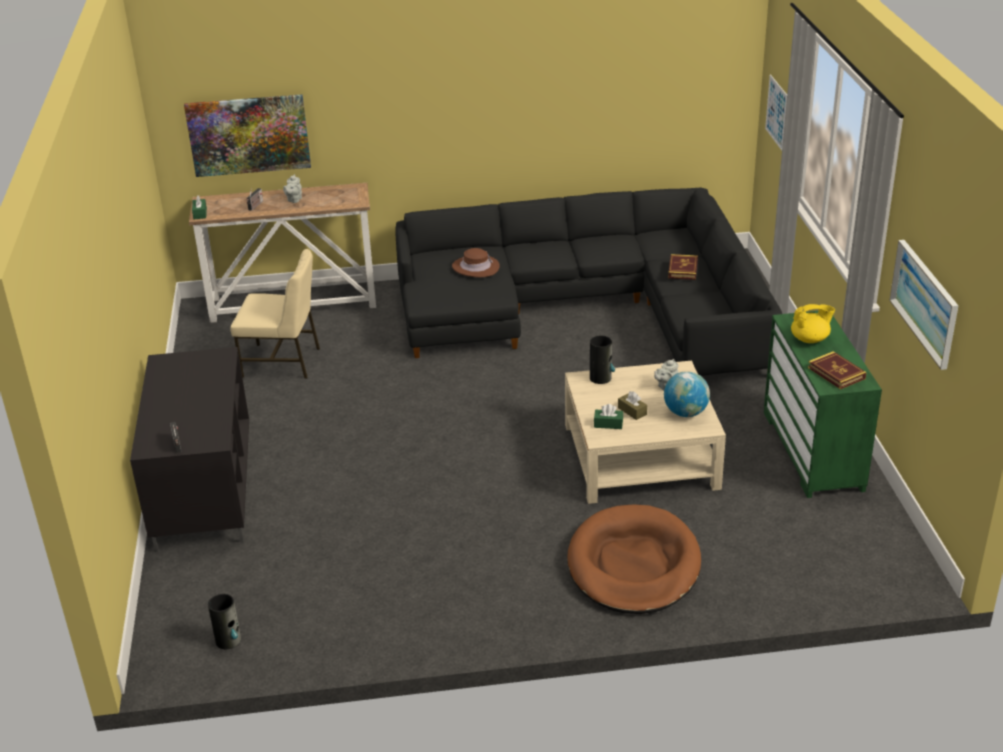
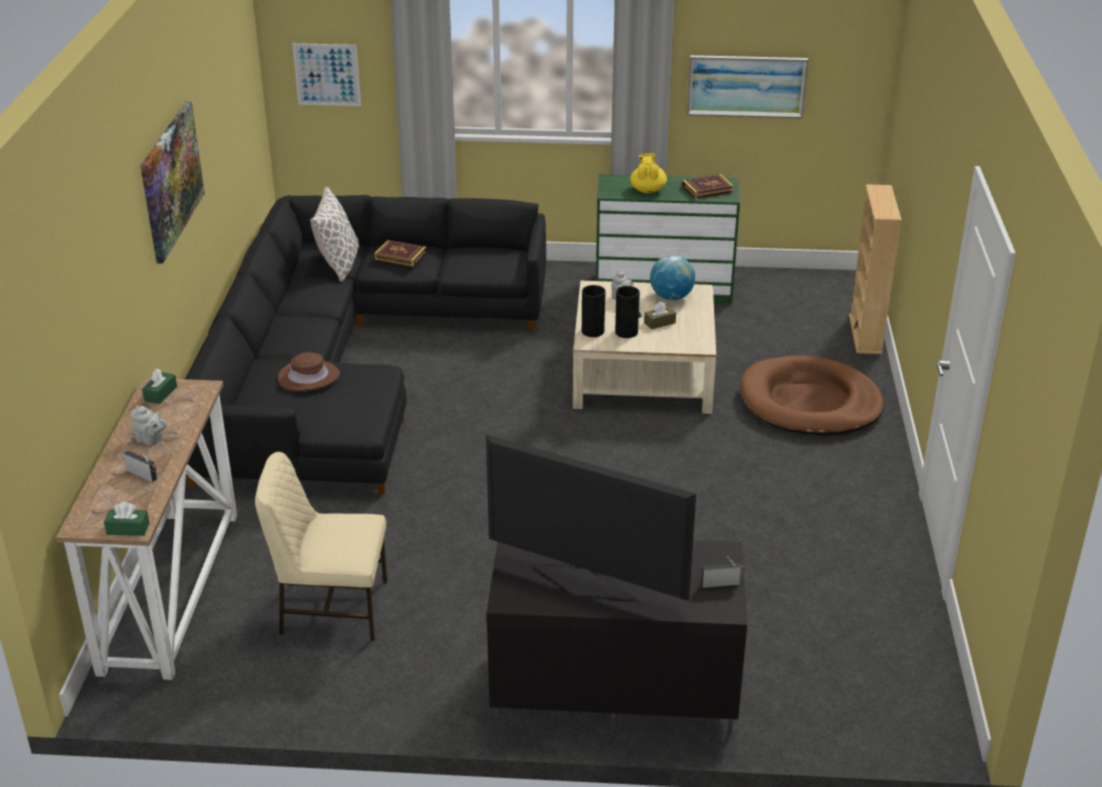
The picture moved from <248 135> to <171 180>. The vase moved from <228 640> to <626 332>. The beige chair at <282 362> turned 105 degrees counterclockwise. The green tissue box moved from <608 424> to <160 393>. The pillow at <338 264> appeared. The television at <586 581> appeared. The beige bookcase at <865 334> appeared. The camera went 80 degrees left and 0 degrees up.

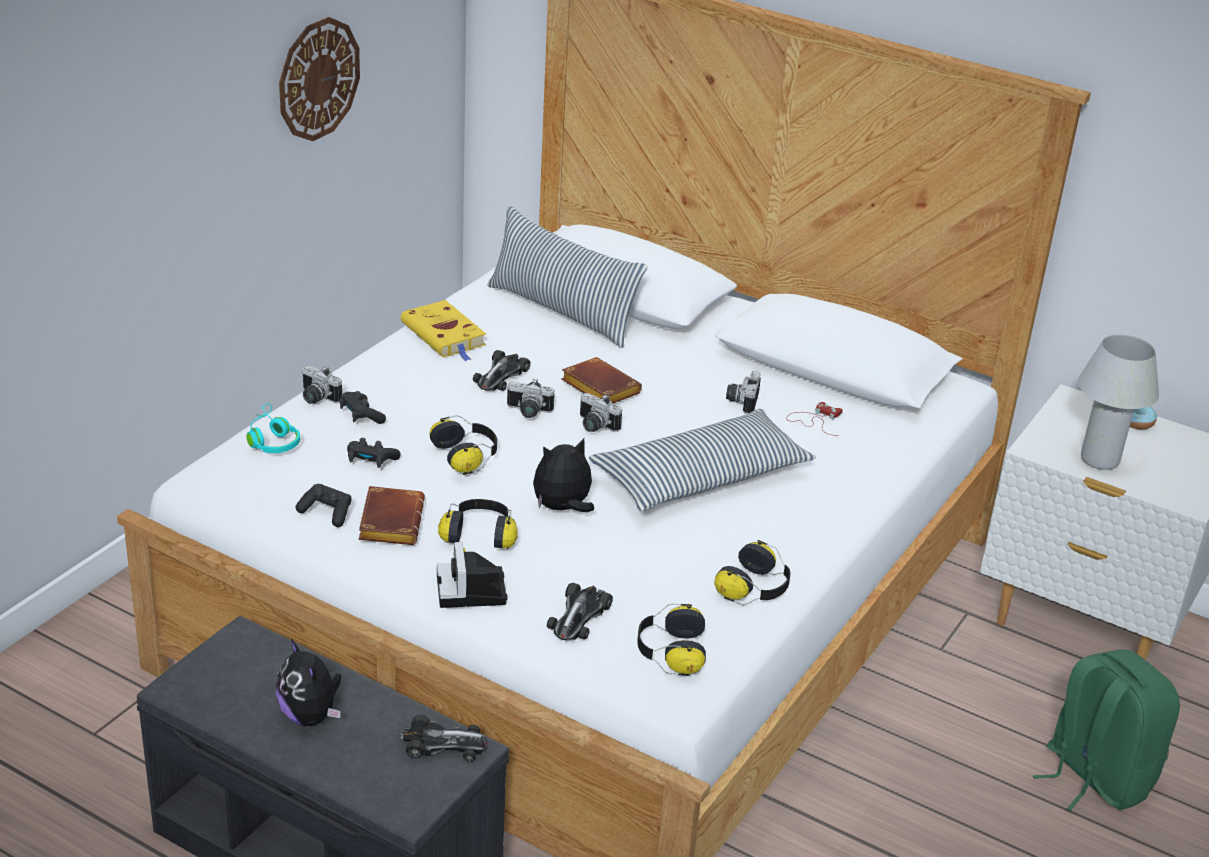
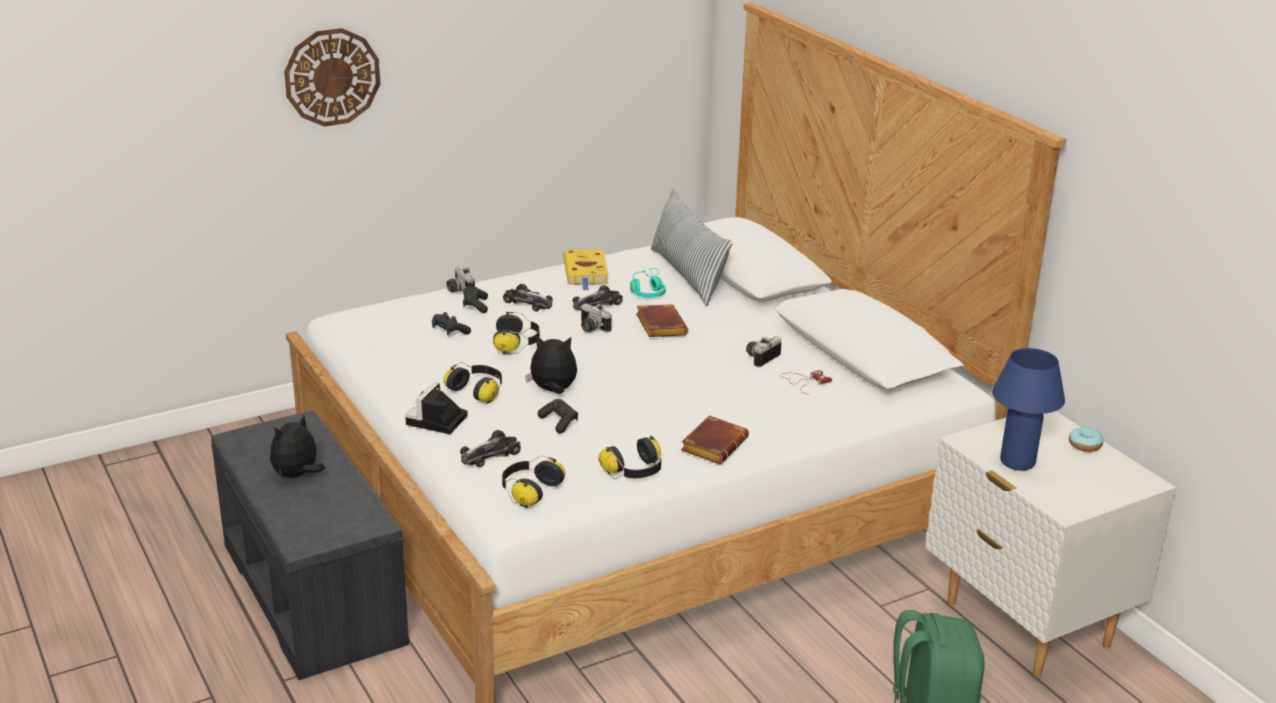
The turquoise headphones moved from <272 440> to <648 291>. The plush toy at <310 716> turned 45 degrees clockwise. The wall clock moved from <318 79> to <332 77>. The black game controller moved from <326 513> to <559 422>. The brown book moved from <389 521> to <713 444>. The toy car moved from <443 745> to <528 302>. The photo camera at <594 426> disappeared. The pillow at <701 478> disappeared. The white table lamp at <1099 460> became the blue table lamp at <1017 462>. The camera went 30 degrees right and 5 degrees down.

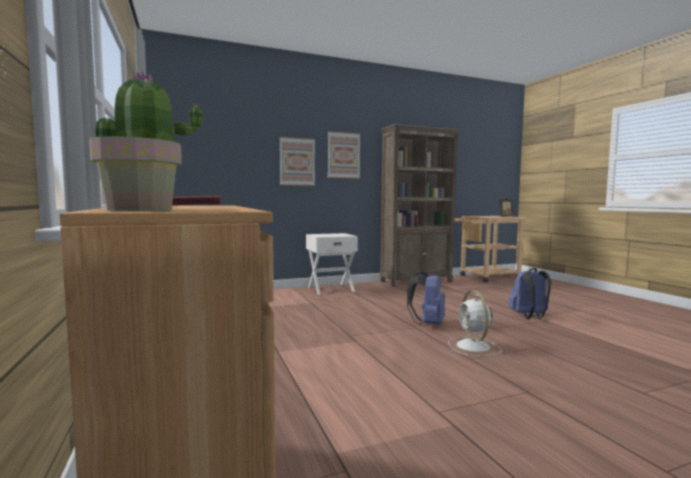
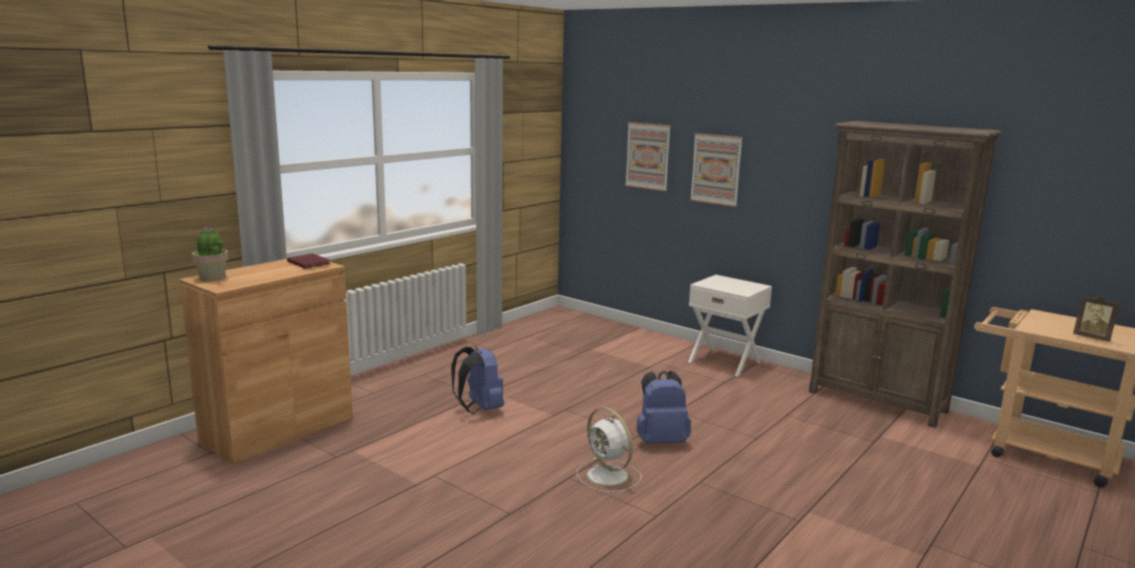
The picture moved from <343 155> to <648 156>. The white fan at <474 347> turned 90 degrees counterclockwise. The blue backpack moved from <529 317> to <479 409>. The camera went 60 degrees right and 10 degrees up.

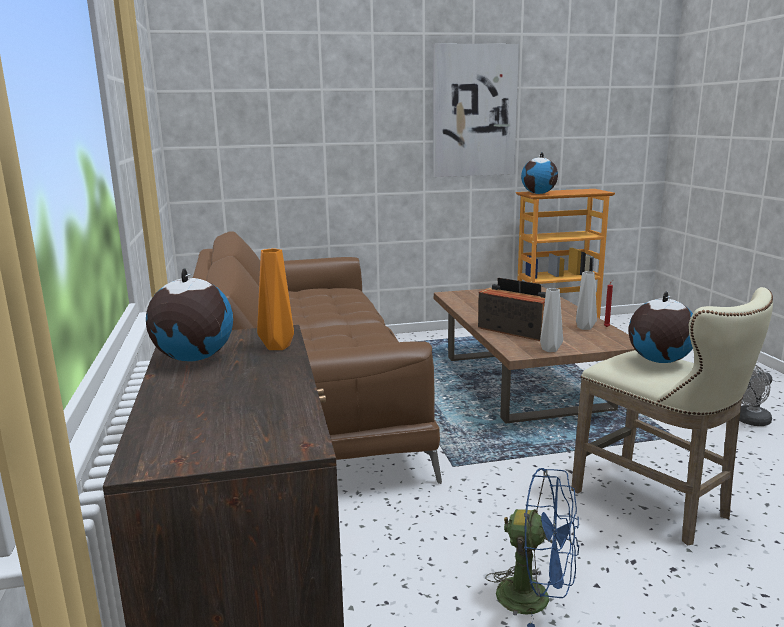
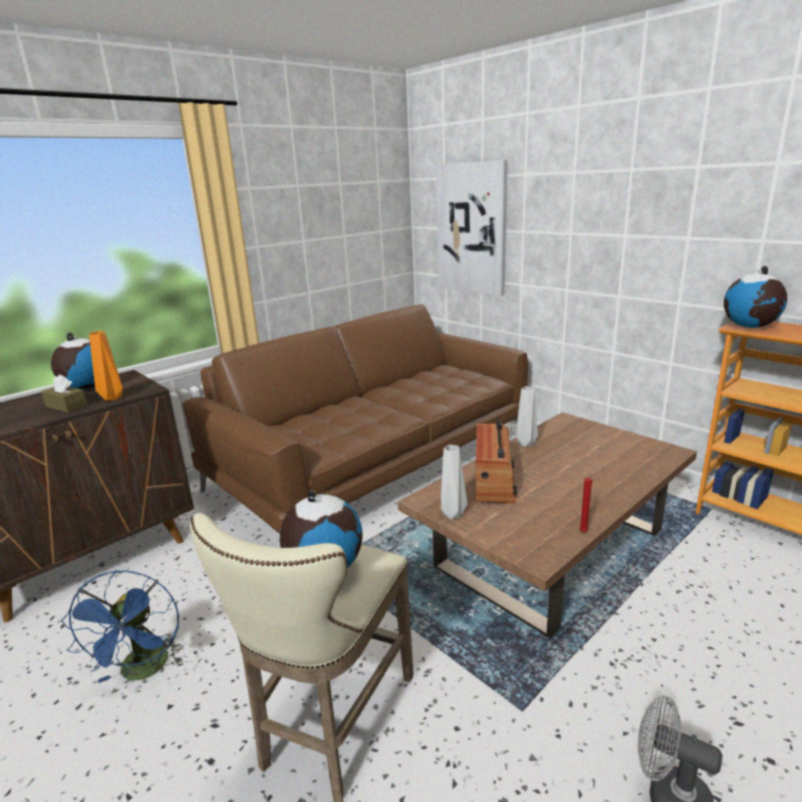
The picture moved from <474 111> to <472 229>. The grey vase moved from <585 327> to <526 444>. The brown tissue box at <66 406> appeared. The camera went 60 degrees right and 5 degrees up.

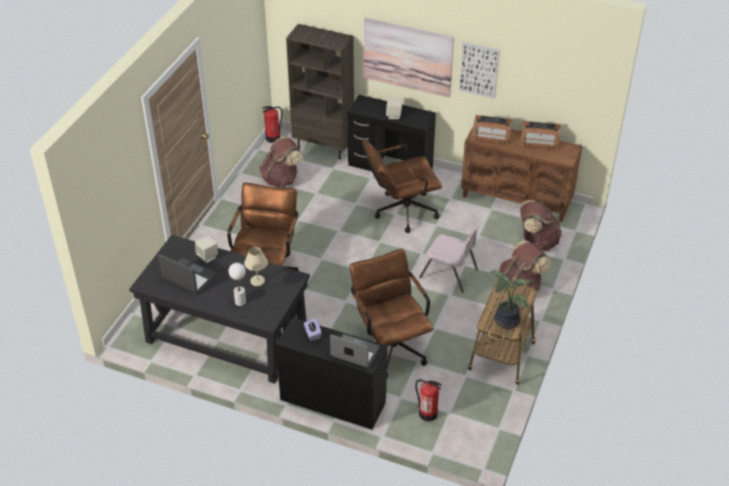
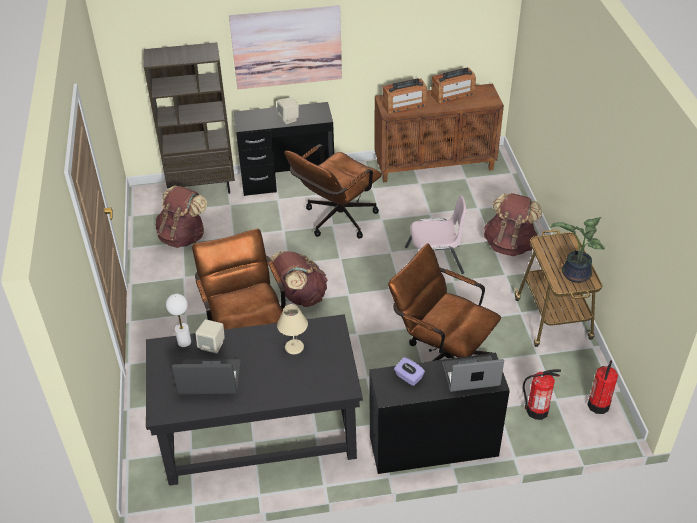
The white table lamp moved from <240 302> to <184 342>. The fire extinguisher moved from <273 138> to <599 405>. The picture at <479 70> disappeared. The brown backpack moved from <537 242> to <300 296>. The camera went 30 degrees left and 0 degrees up.

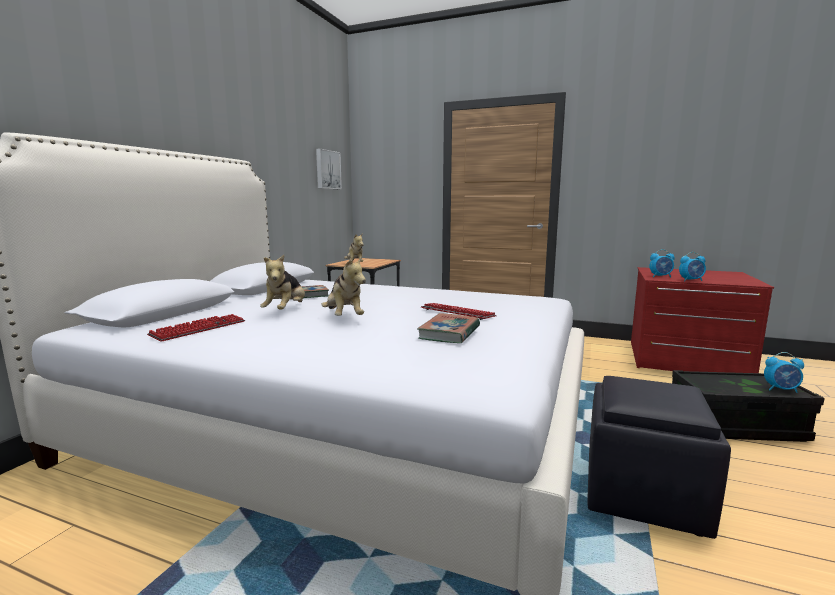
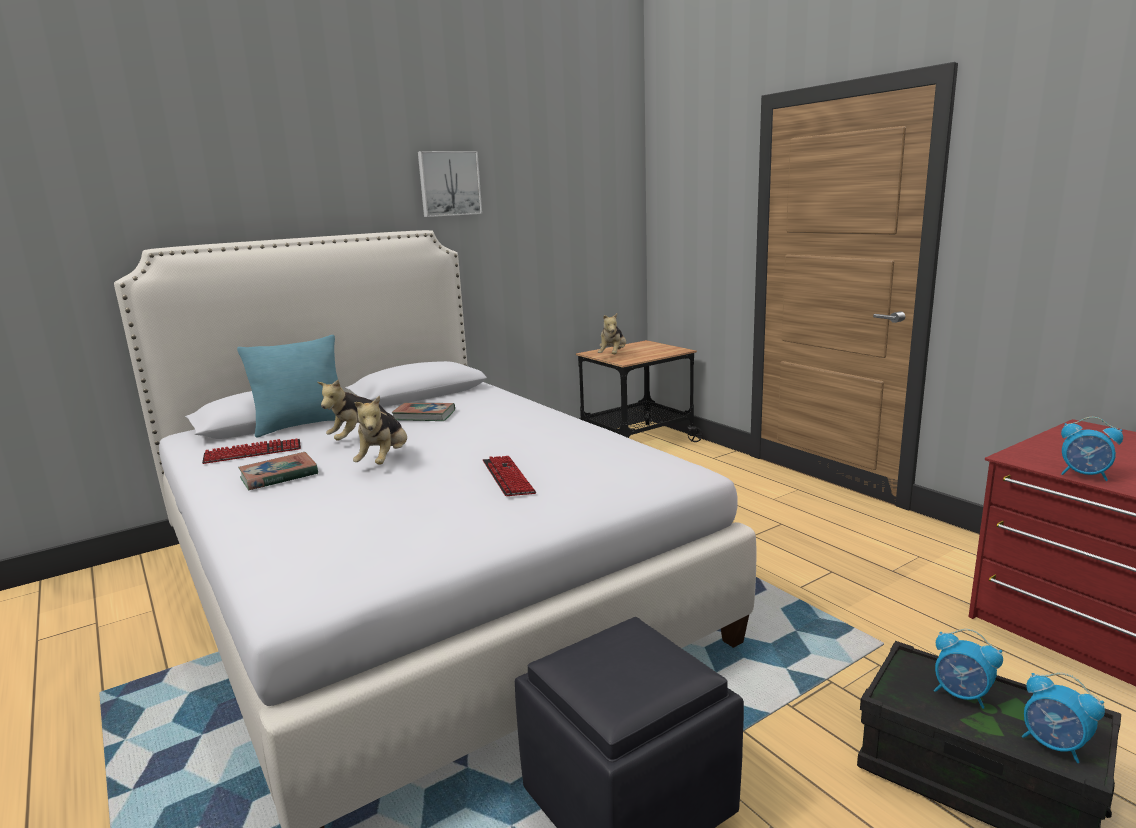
The picture moved from <327 169> to <449 183>. The book moved from <449 333> to <279 476>. The alarm clock moved from <661 276> to <961 695>. The turquoise pillow at <302 425> appeared. The camera went 35 degrees right and 5 degrees up.

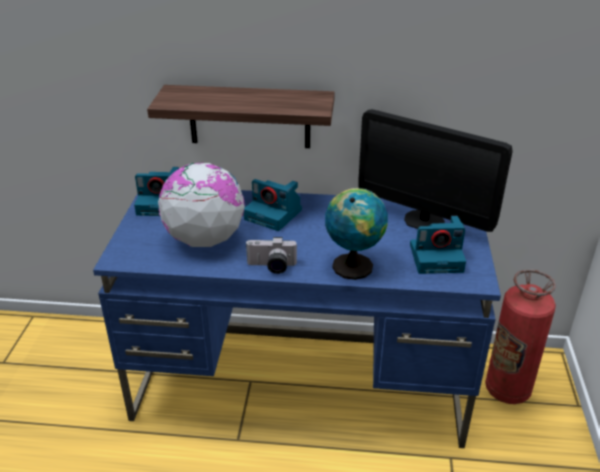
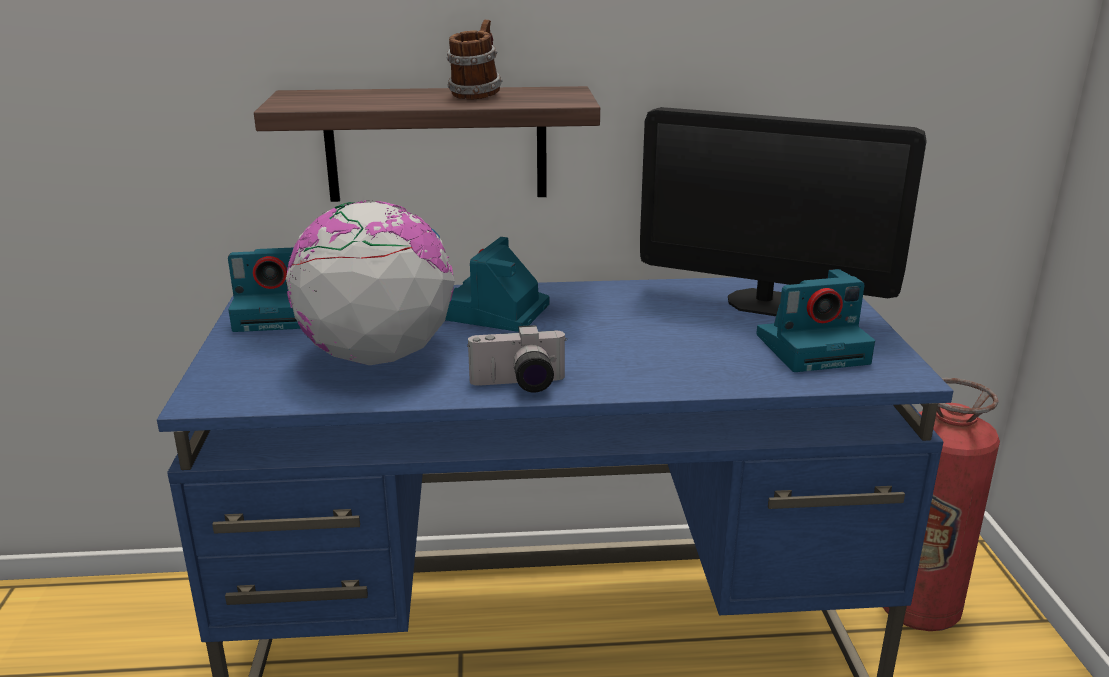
The photo camera at <274 214> turned 90 degrees clockwise. The globe at <353 265> disappeared. The mug at <476 94> appeared. The camera went 10 degrees left and 10 degrees down.

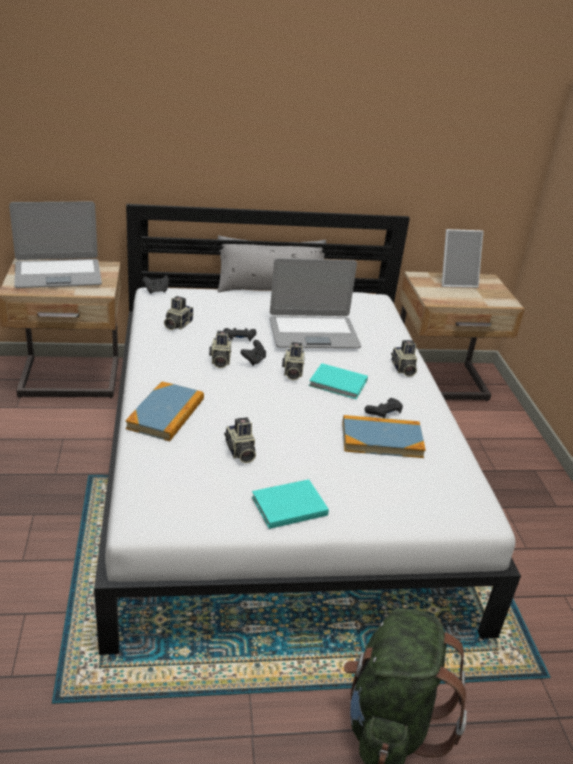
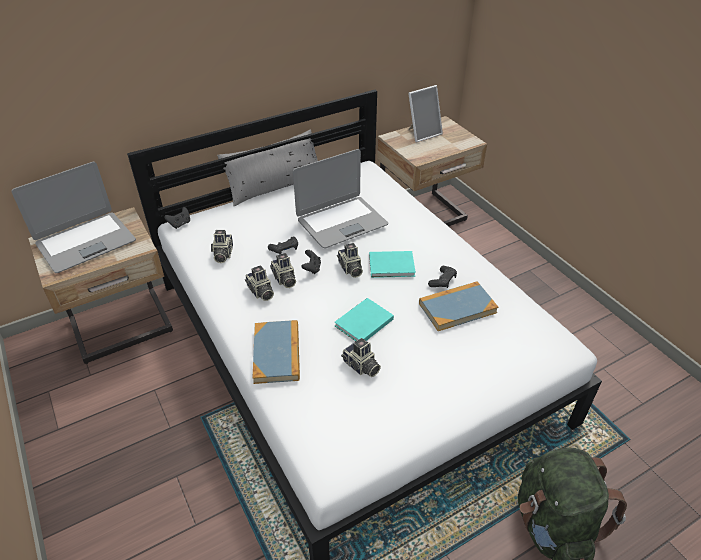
The turquoise book moved from <287 506> to <362 323>. The photo camera moved from <403 369> to <260 292>. The camera went 20 degrees left and 10 degrees up.

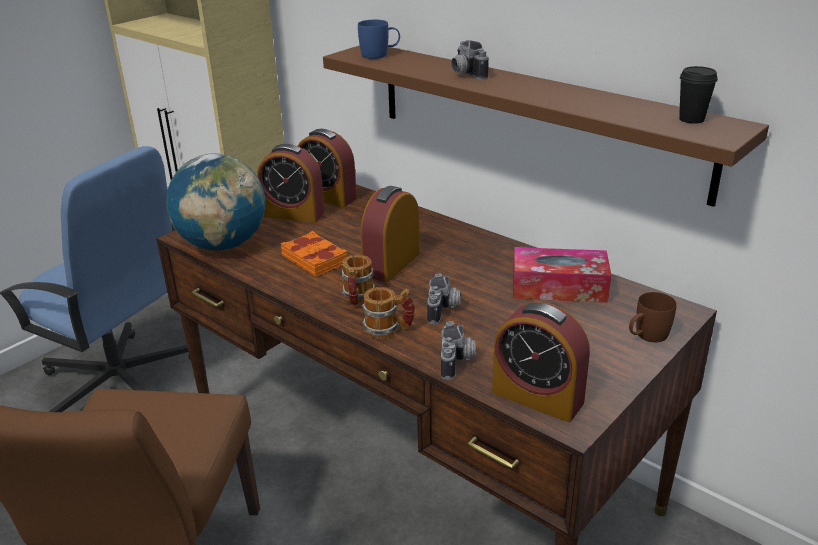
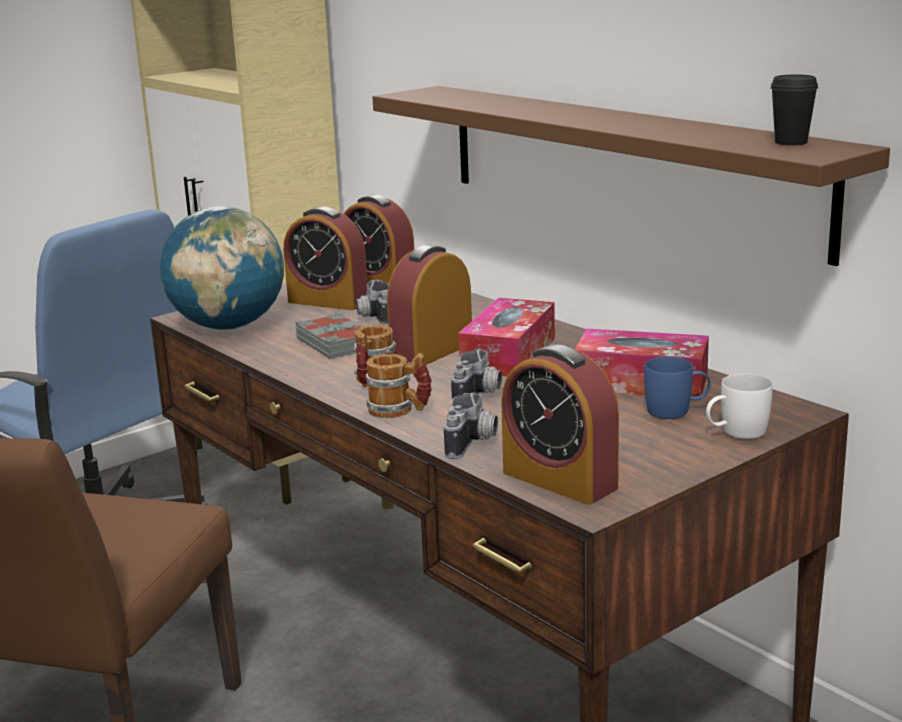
The orange book at <315 259> became the grey book at <337 343>. The blue mug moved from <380 55> to <676 411>. The photo camera moved from <465 74> to <373 317>. The brown mug at <646 336> became the white mug at <736 432>. The tissue box at <508 354> appeared. The camera went 10 degrees right and 10 degrees down.

